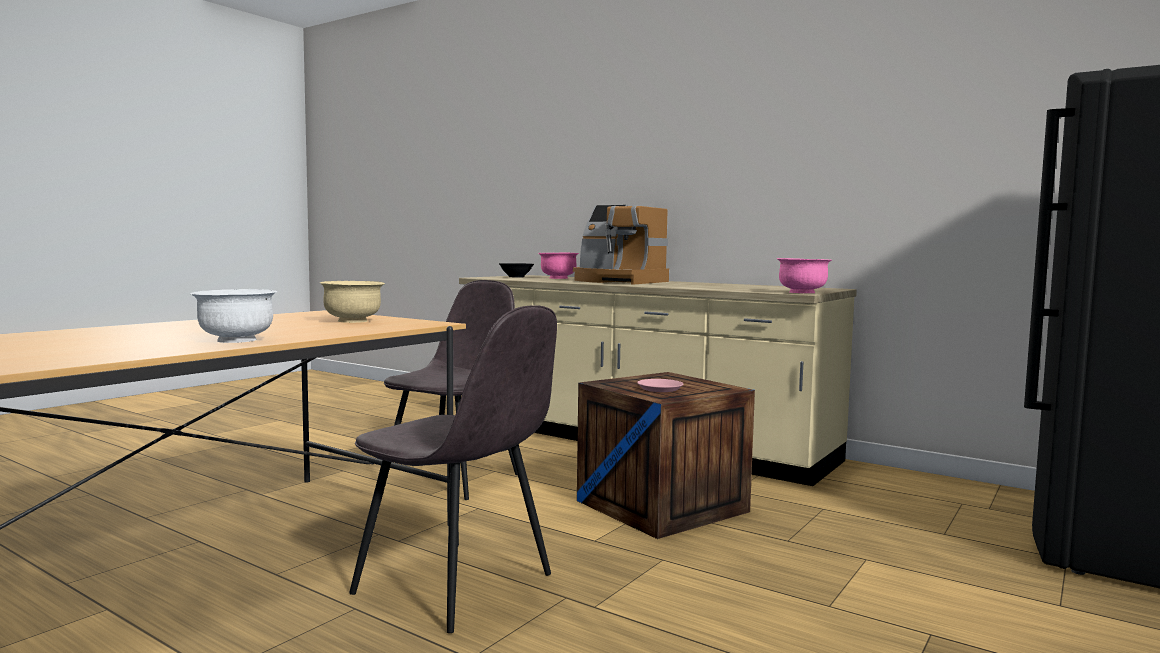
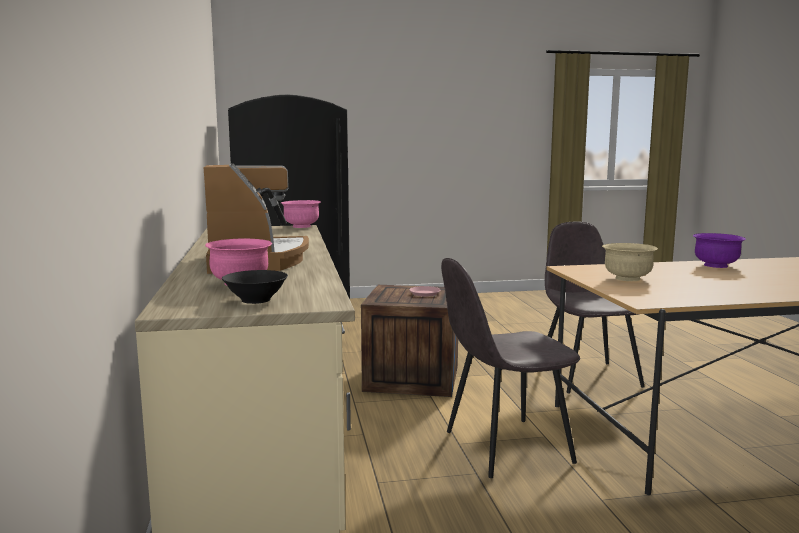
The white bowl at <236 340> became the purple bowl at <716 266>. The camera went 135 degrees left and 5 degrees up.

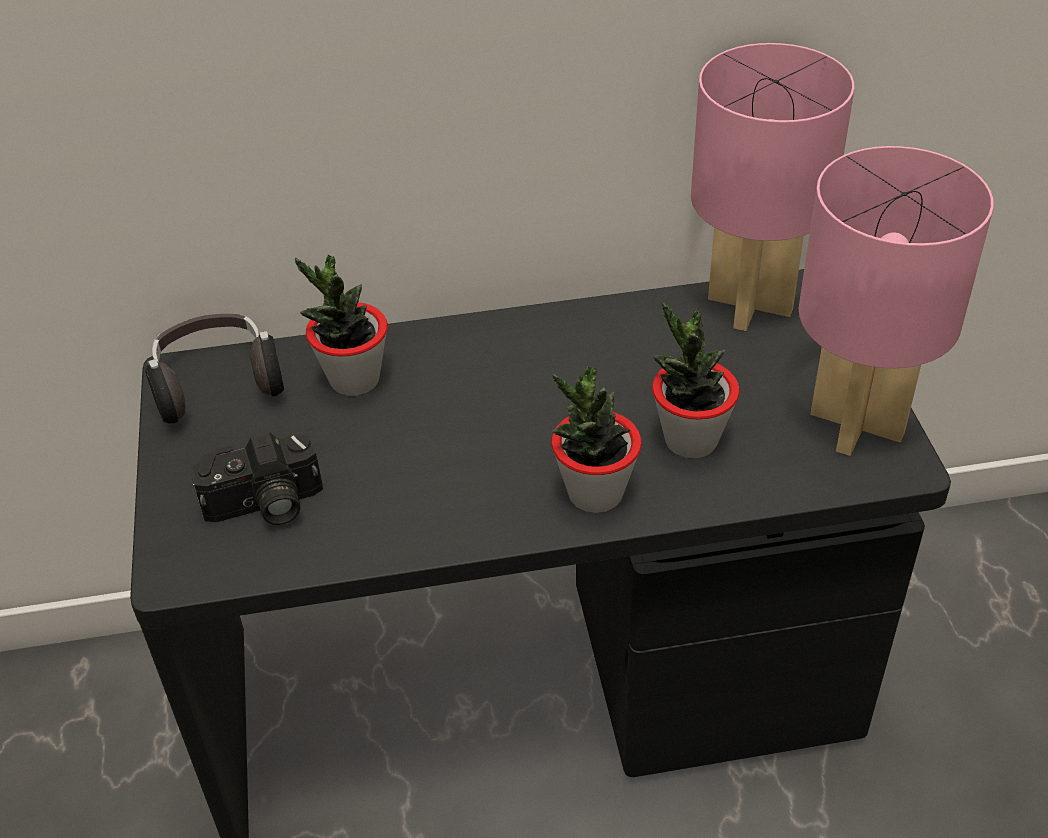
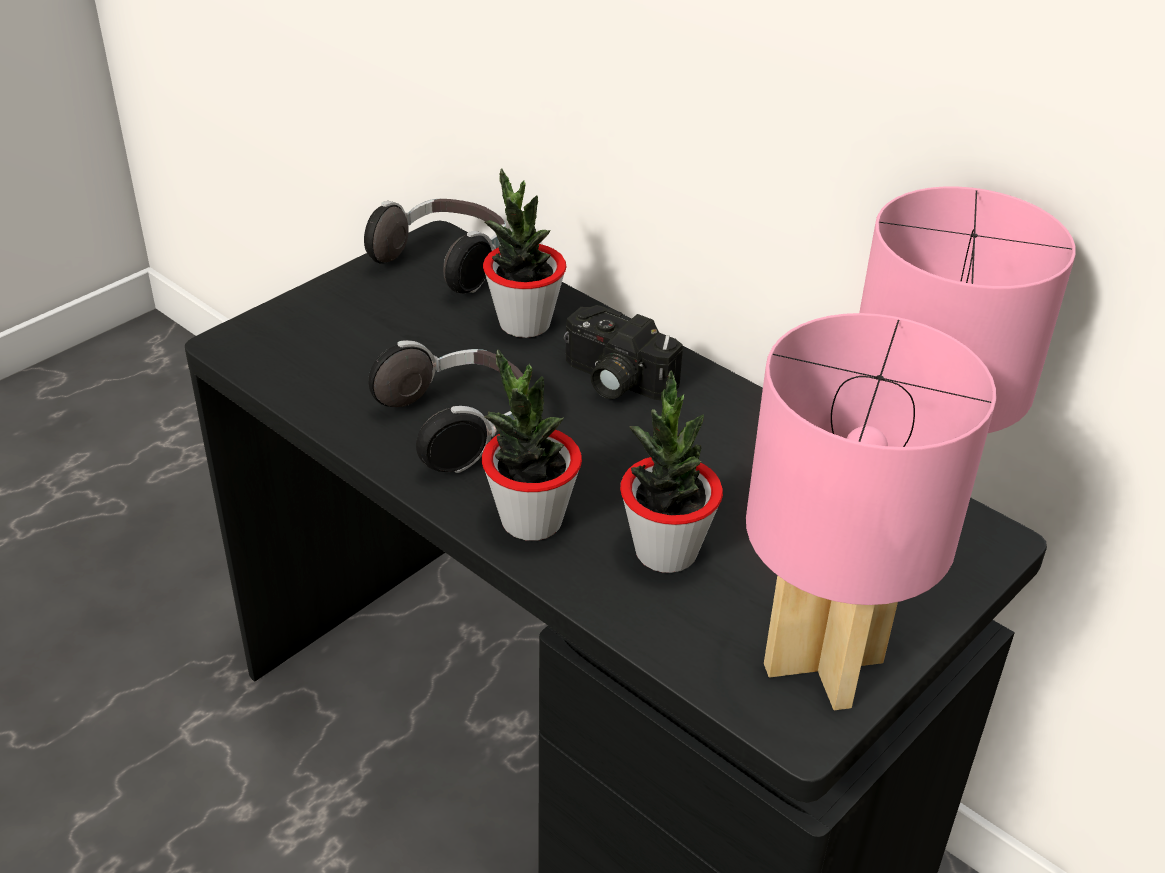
The photo camera moved from <264 506> to <613 380>. The headphones at <458 426> appeared. The camera went 50 degrees right and 5 degrees down.

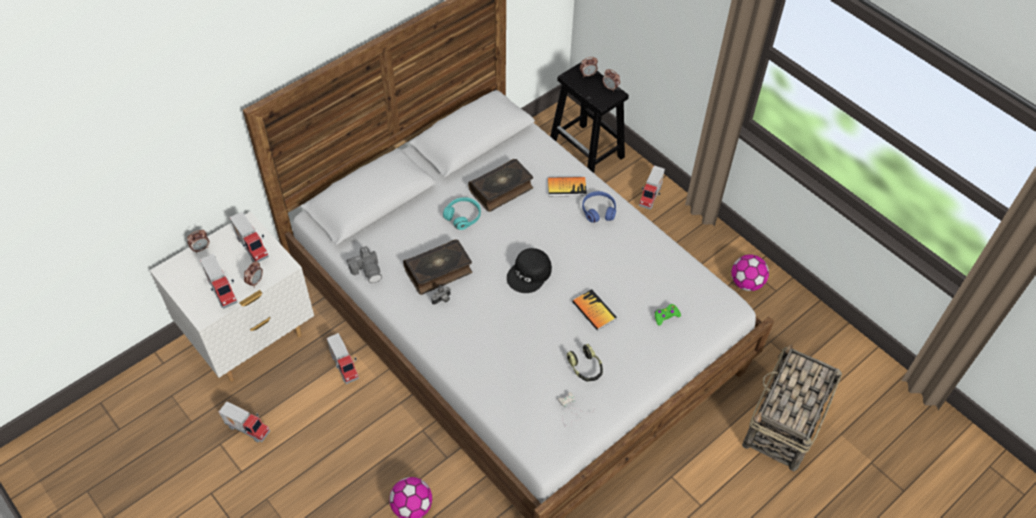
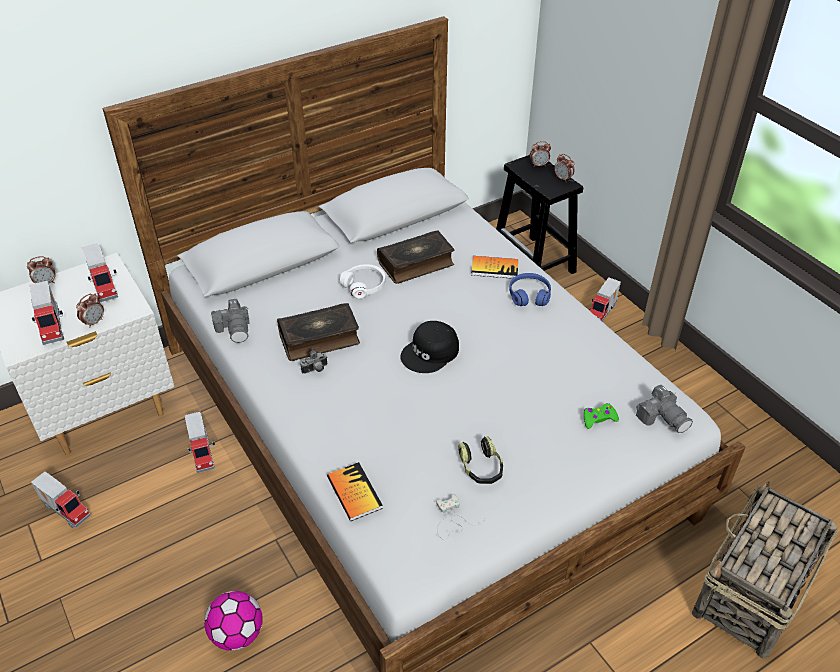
The turquoise headphones at <463 216> became the white headphones at <364 285>. The book moved from <594 310> to <354 492>. The football at <746 283> disappeared. The photo camera at <662 417> appeared. The camera went 10 degrees right and 10 degrees down.

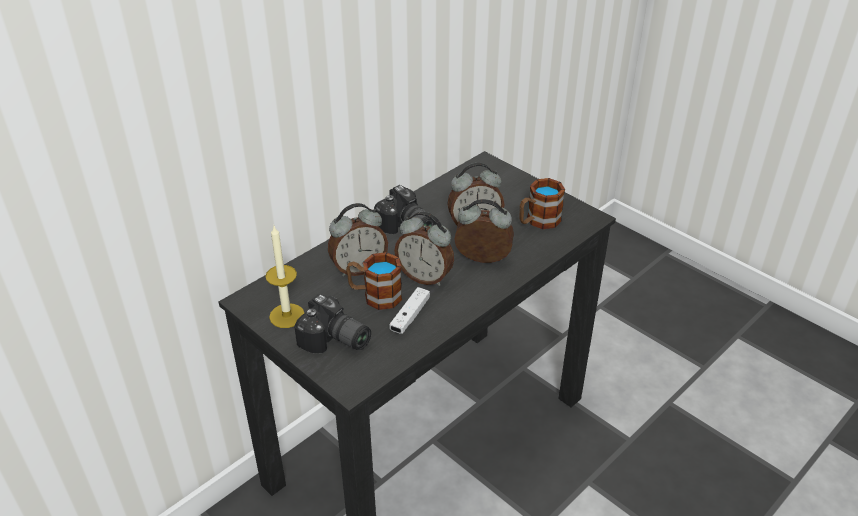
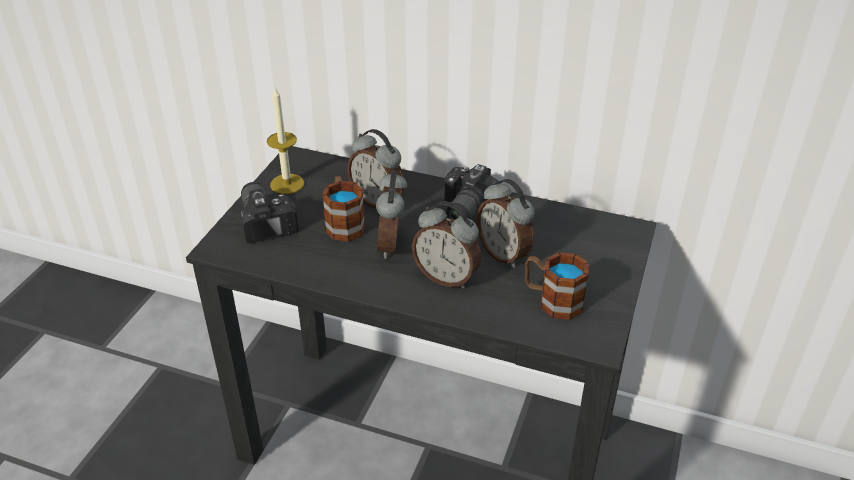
The photo camera at <334 341> turned 150 degrees clockwise. The white game controller at <410 316> disappeared. The alarm clock at <482 260> turned 135 degrees clockwise. The camera went 65 degrees right and 0 degrees up.

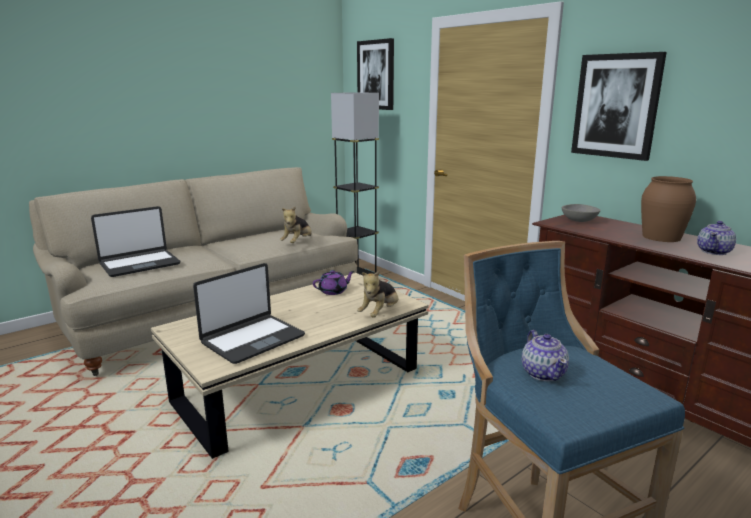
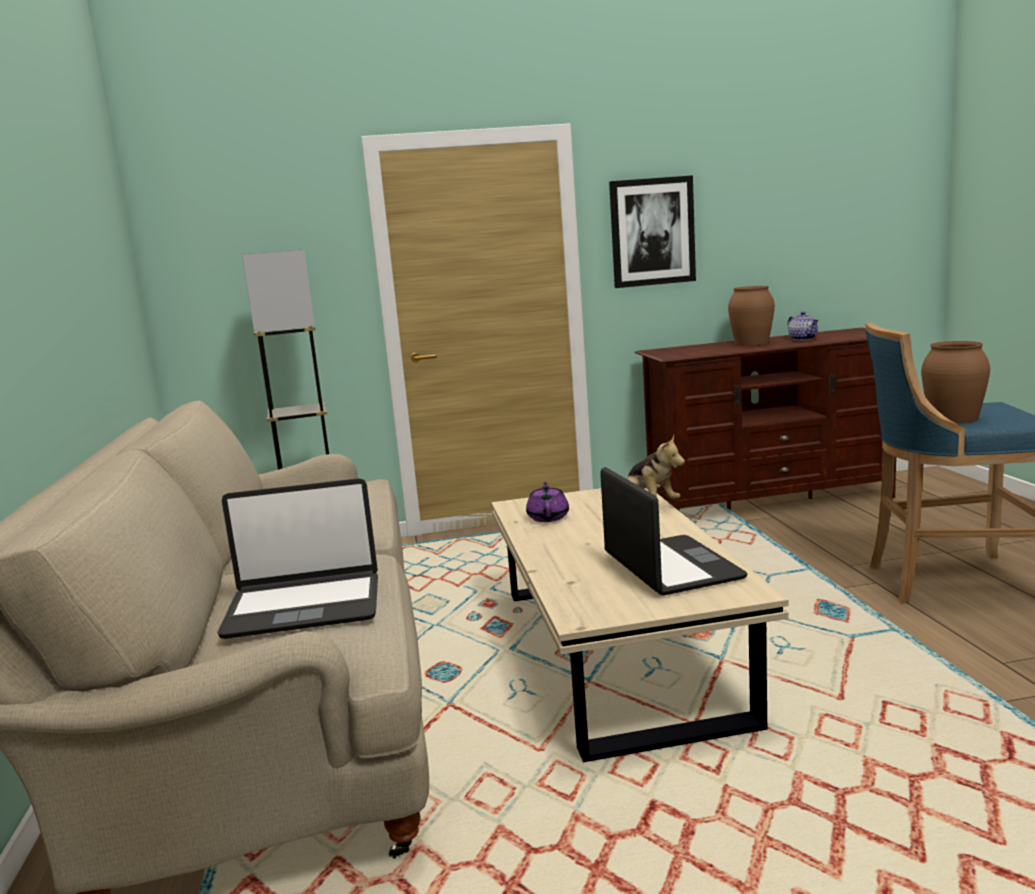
The laptop at <139 264> turned 90 degrees clockwise. The plush toy at <297 243> disappeared. The picture at <376 75> disappeared. The teapot at <543 373> was replaced by the brown vase at <952 418>. The grey bowl at <578 221> disappeared. The camera went 60 degrees left and 5 degrees down.

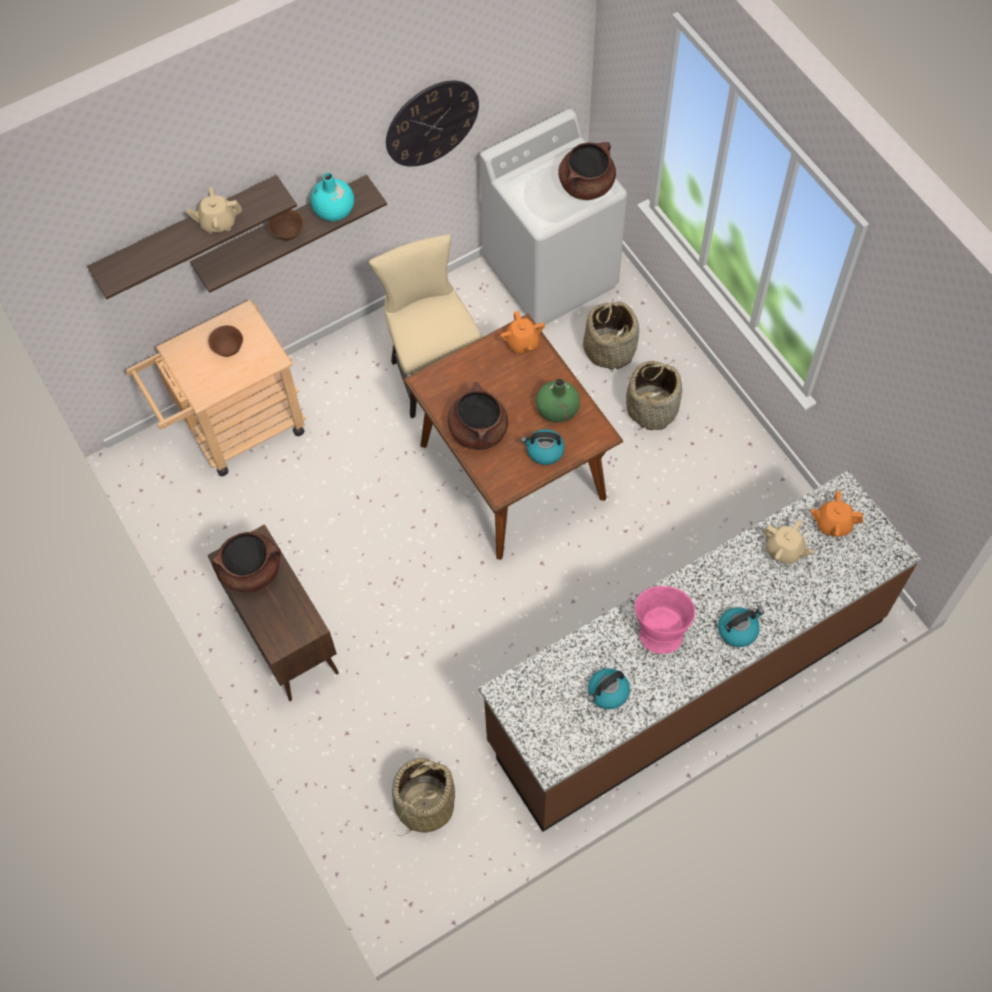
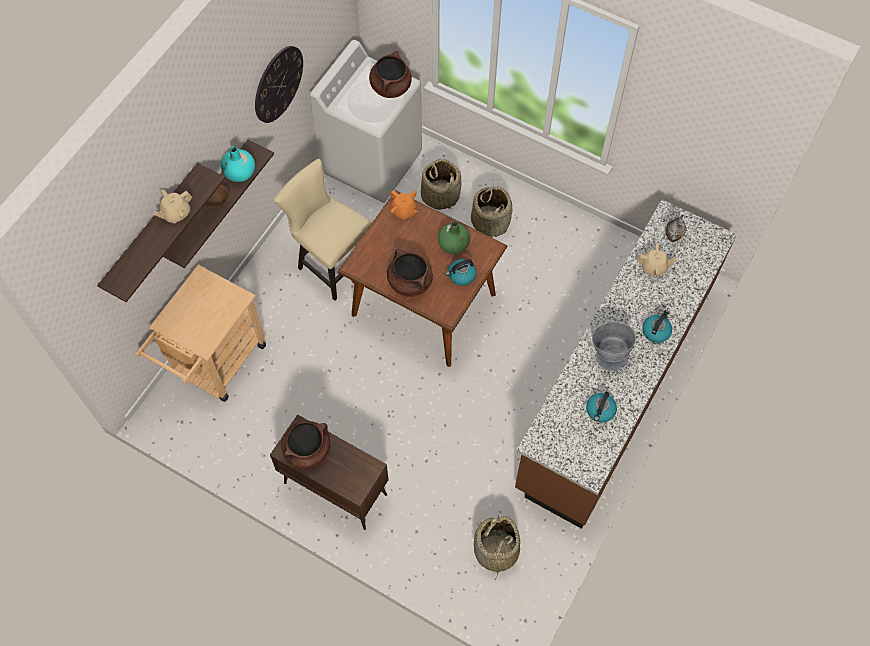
The brown bowl at <228 349> disappeared. The pink bowl at <660 629> became the grey bowl at <608 354>. The orange teapot at <832 524> was replaced by the vase at <673 237>. The camera went 30 degrees left and 0 degrees up.

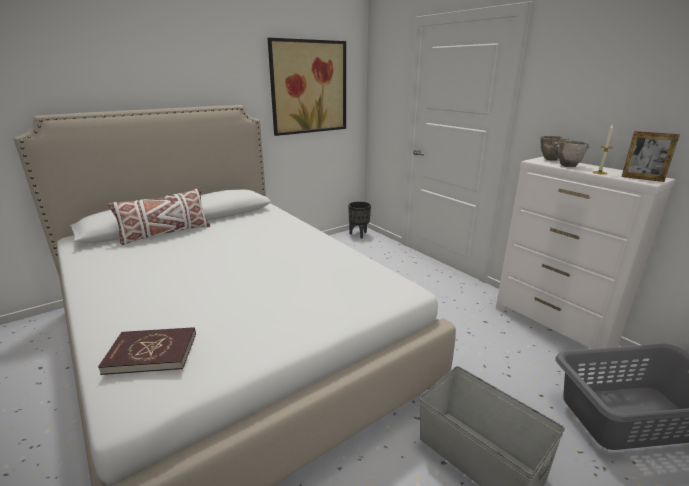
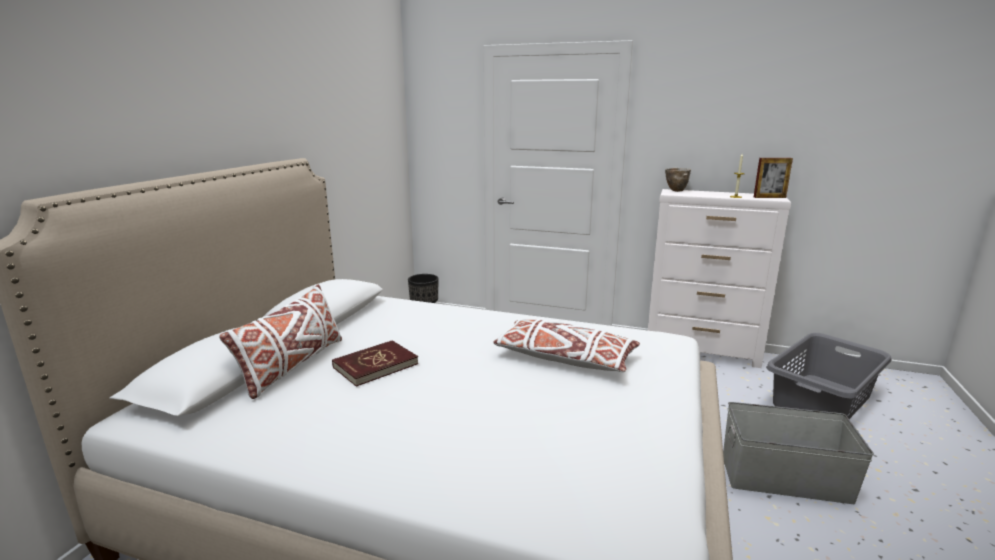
The red book moved from <151 353> to <375 365>. The picture at <309 87> disappeared. The bowl at <569 166> disappeared. The white pillow at <564 358> appeared. The camera went 35 degrees left and 5 degrees down.

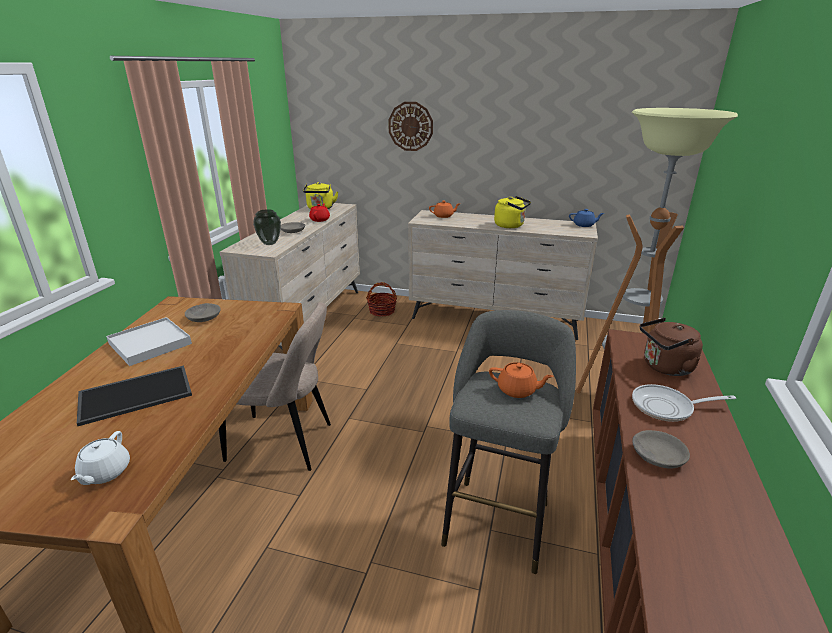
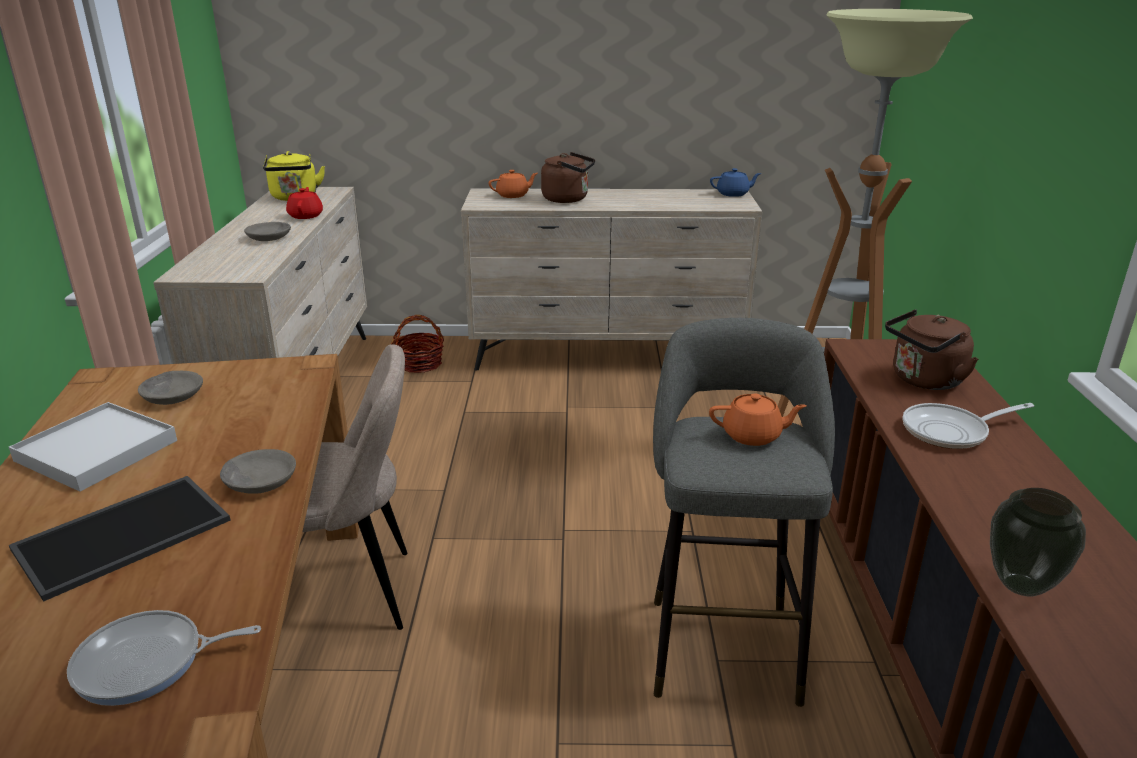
The white teapot at <105 473> was replaced by the frying pan at <147 663>. The vase moved from <269 243> to <1021 586>. The wall clock at <410 126> disappeared. The yellow kettle at <511 226> disappeared. The grey bowl moved from <657 455> to <259 481>. The brown kettle at <568 199> appeared. The camera went 15 degrees left and 0 degrees up.

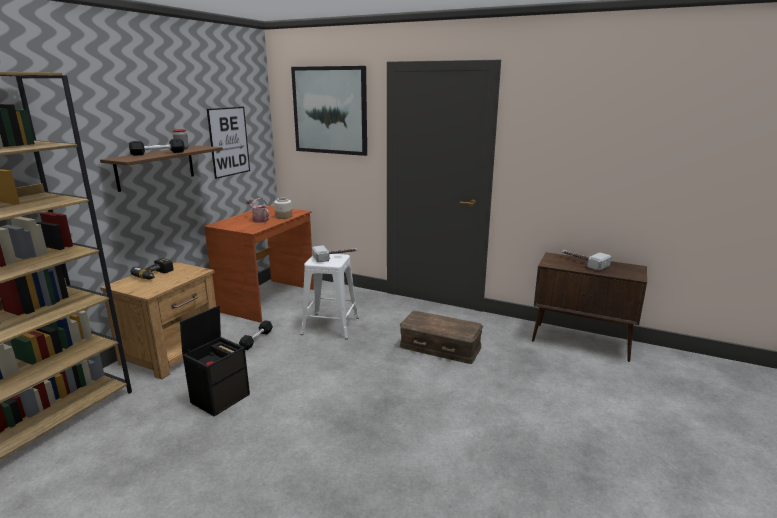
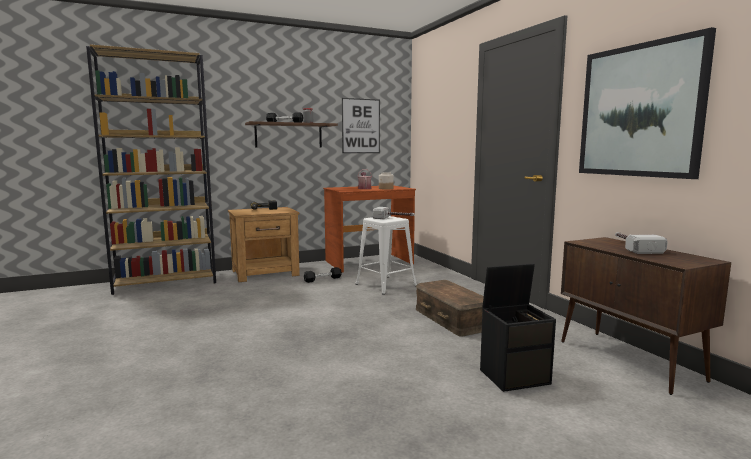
The black storage box moved from <220 397> to <515 376>. The picture moved from <330 110> to <639 111>. The camera went 40 degrees right and 10 degrees down.

